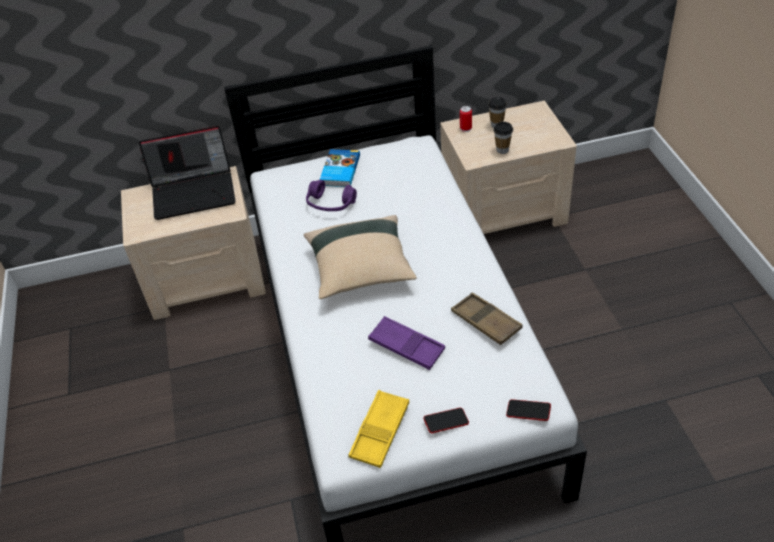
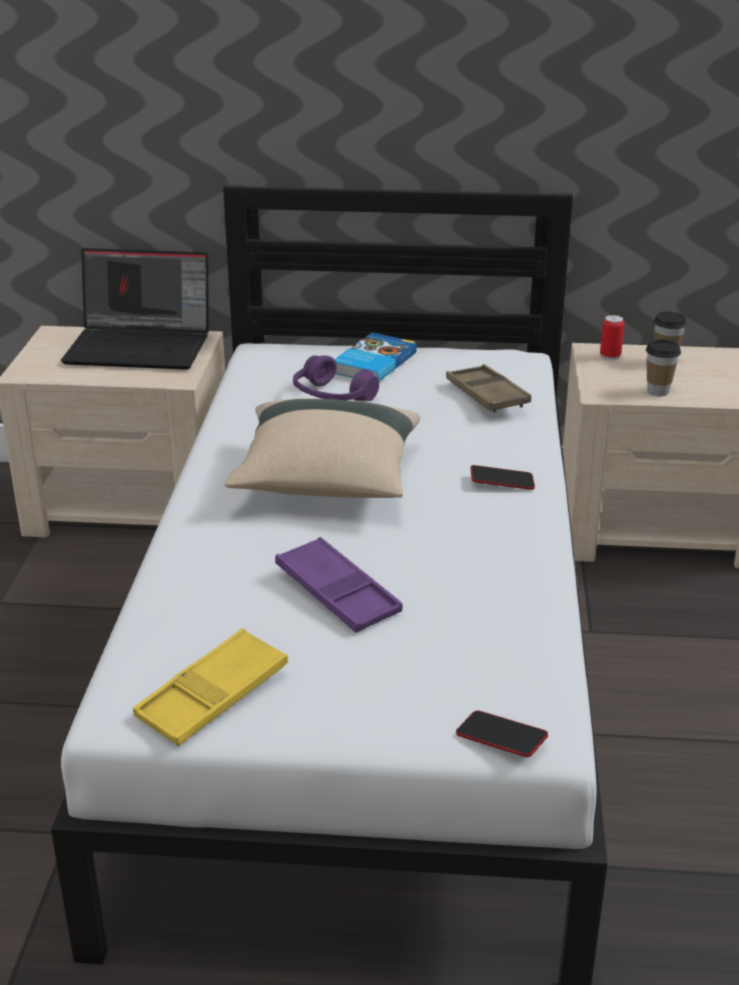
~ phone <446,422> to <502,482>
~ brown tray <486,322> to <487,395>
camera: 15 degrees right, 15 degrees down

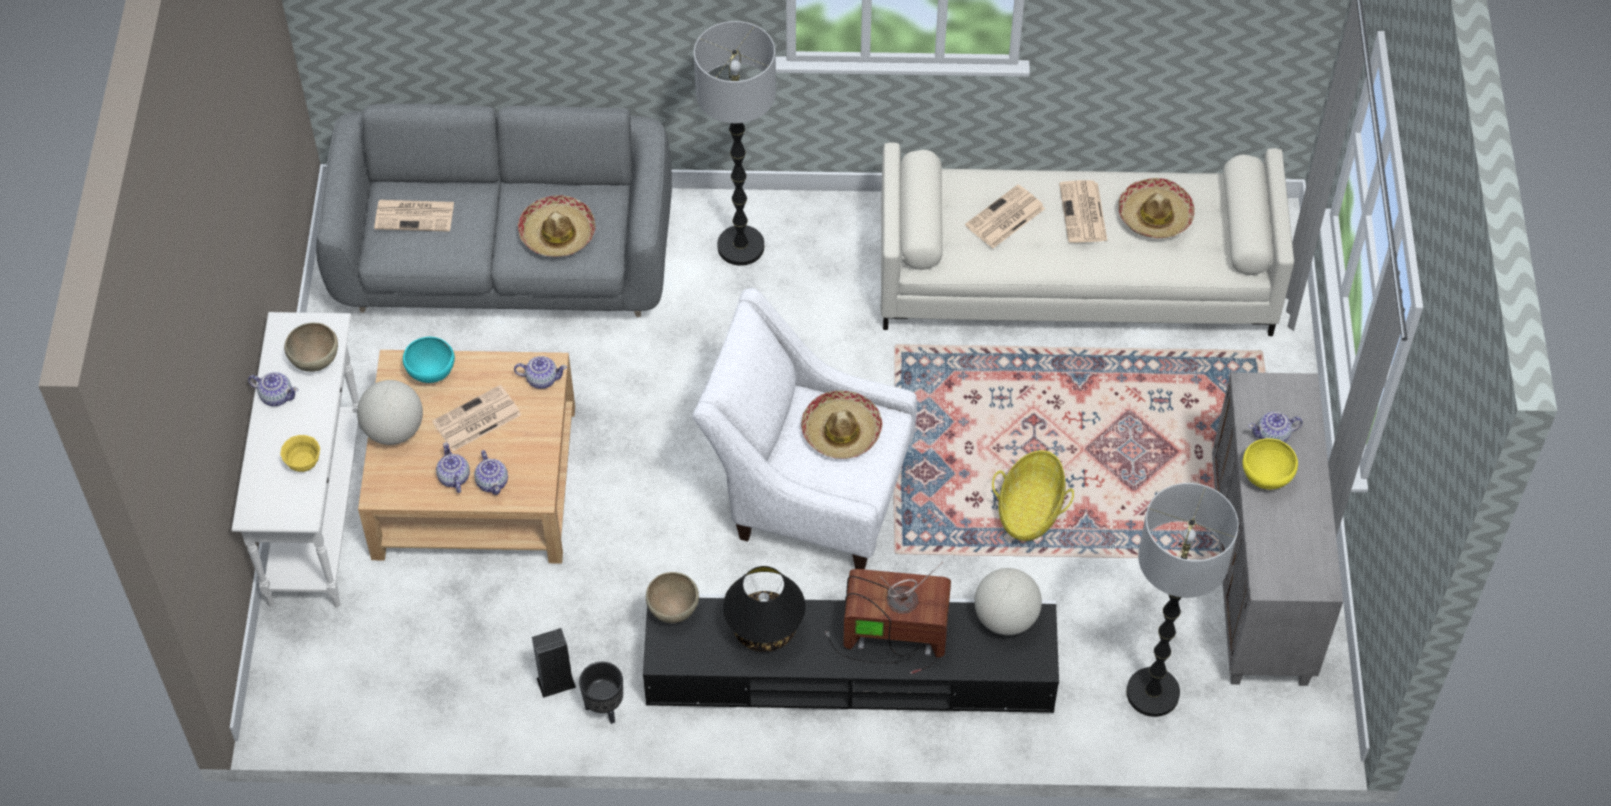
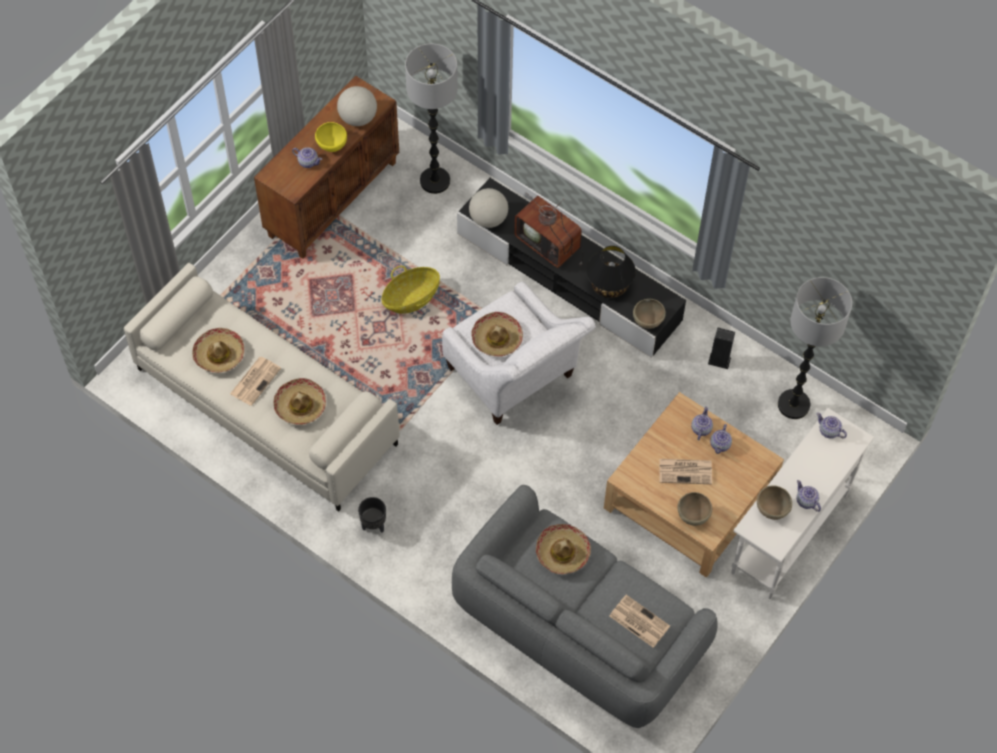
- yellow bowl <303,463>
~ globe <394,430> to <358,118>
~ turquoise bowl <431,374> to brown bowl <693,516>
~ teapot <541,379> to <829,431>
~ black planter <605,708> to <373,525>
~ floor lamp <740,247> to <794,405>
~ newspaper <1004,218> to hat <300,405>
~ grey cabinet <1261,578> to brown cabinet <332,198>
camera: 145 degrees left, 5 degrees up

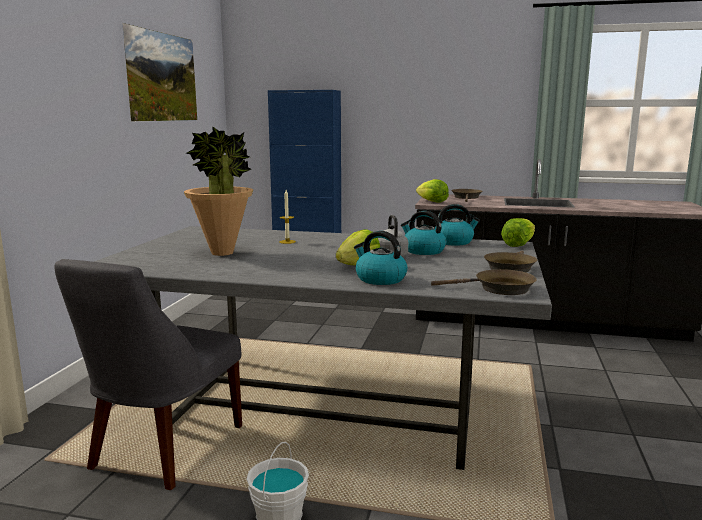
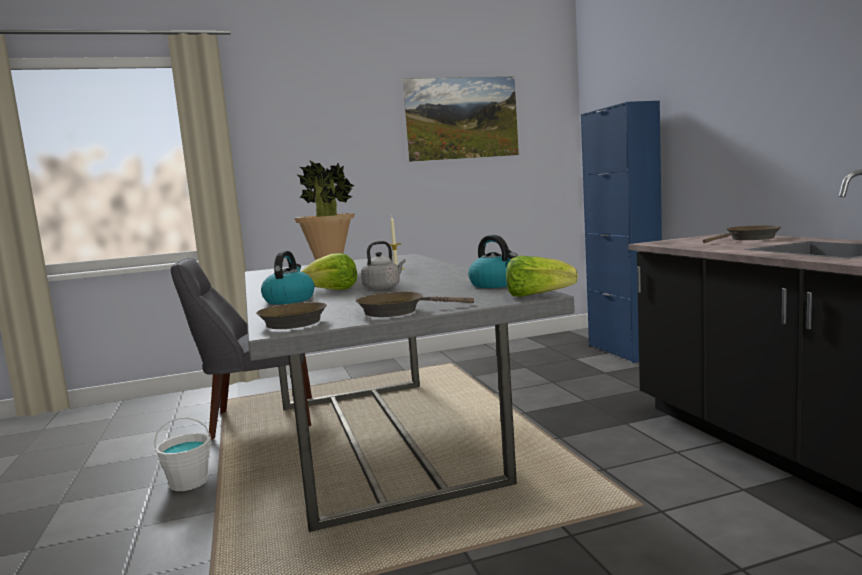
- kettle <423,251>
- lettuce <432,201>
camera: 60 degrees right, 5 degrees down

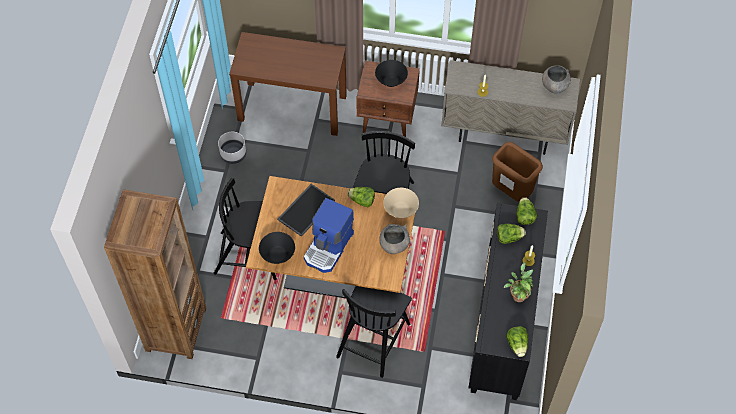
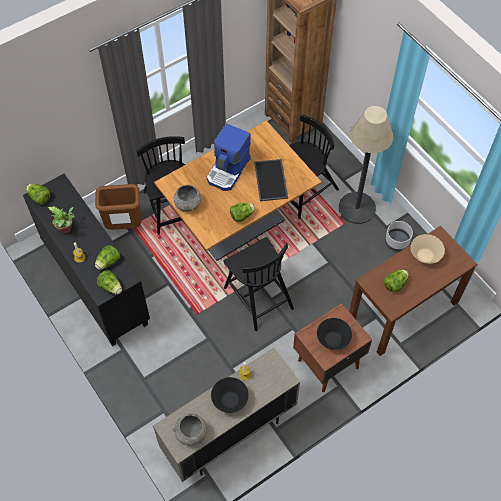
~ black bowl <277,254> to <230,400>
~ coffee machine <329,247> = <229,170> 135 degrees counterclockwise
~ beige bowl <400,210> to <425,255>
~ brown trash can <511,192> to <124,226>
+ floor lamp <357,208>
+ lettuce <395,284>
camera: 135 degrees right, 0 degrees up

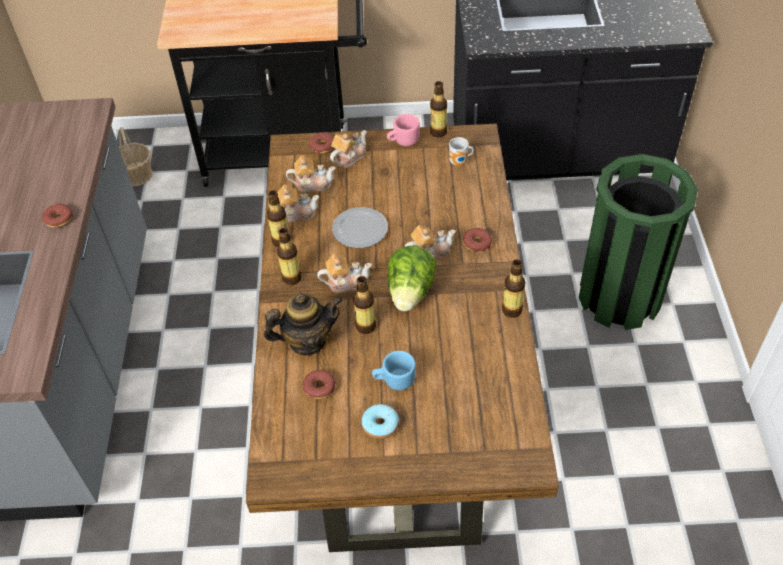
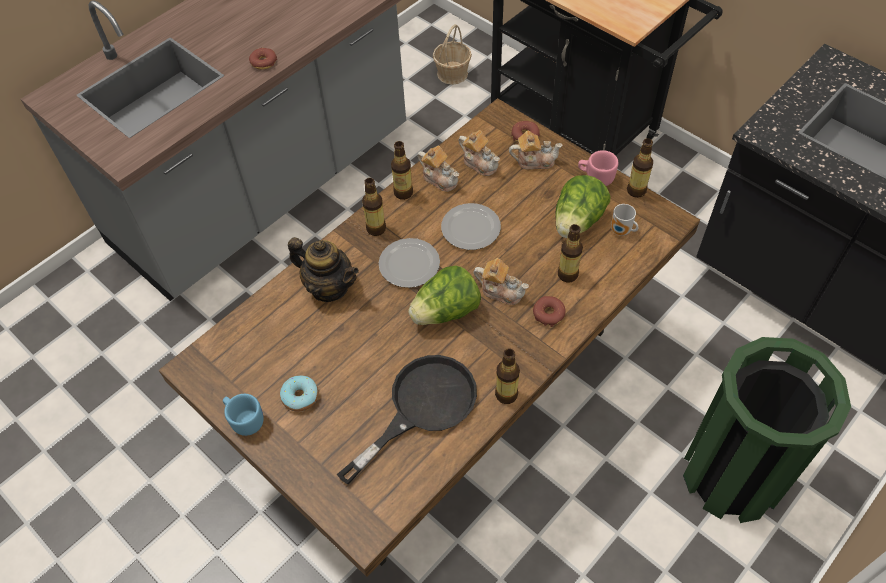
- donut <319,387>
~ teapot <346,282> to plate <409,263>
~ bottle <365,326> to <567,274>
~ blue mug <394,380> to <245,419>
+ black frying pan <422,407>
+ lettuce <577,222>
camera: 45 degrees right, 5 degrees up

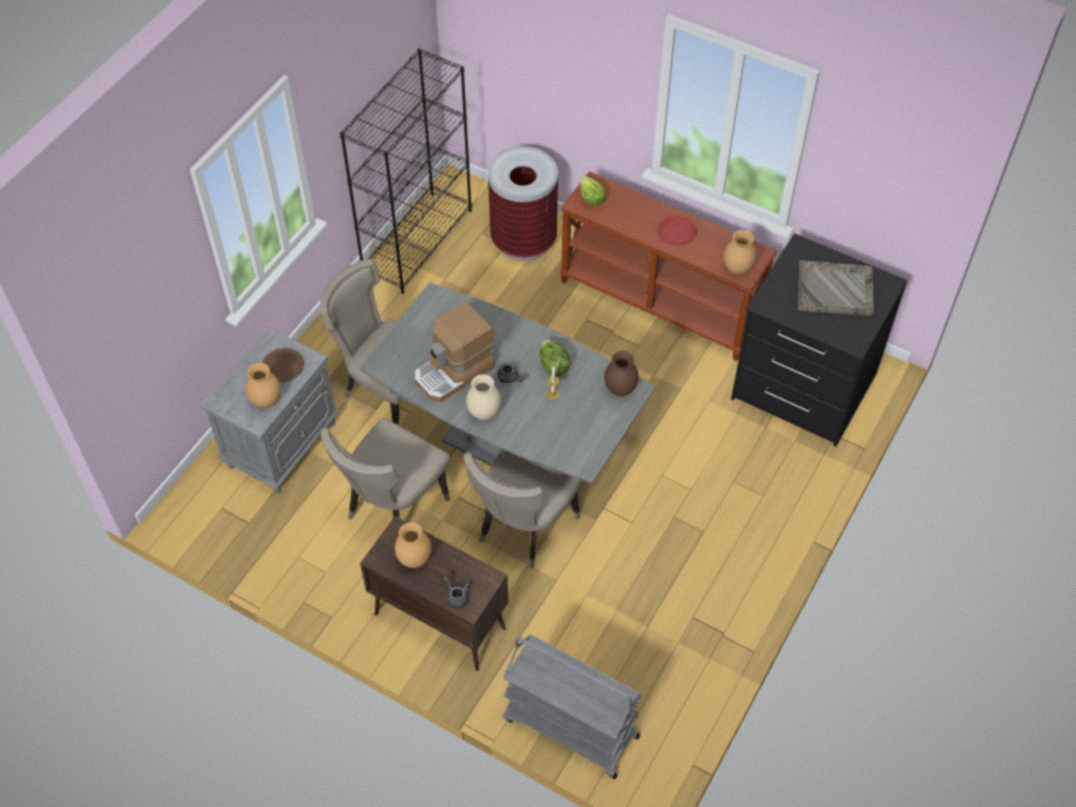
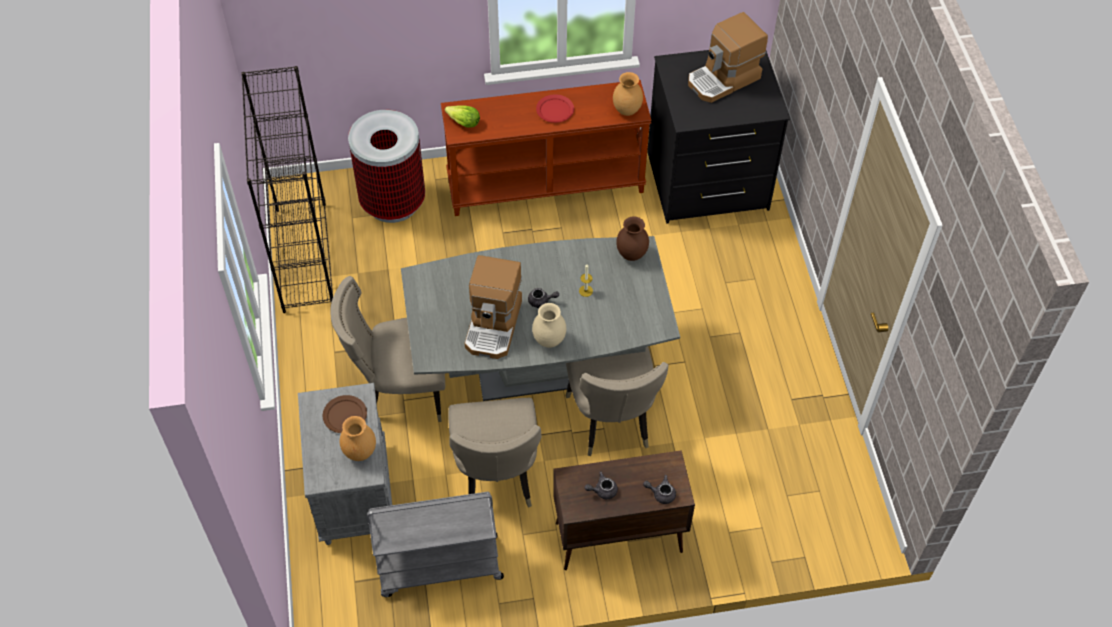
~ brown vase <414,559> to grey teapot <602,490>
~ grey cart <569,727> to <439,567>
- lettuce <553,365>
~ grey tray <836,290> to coffee machine <724,80>
camera: 40 degrees left, 0 degrees up

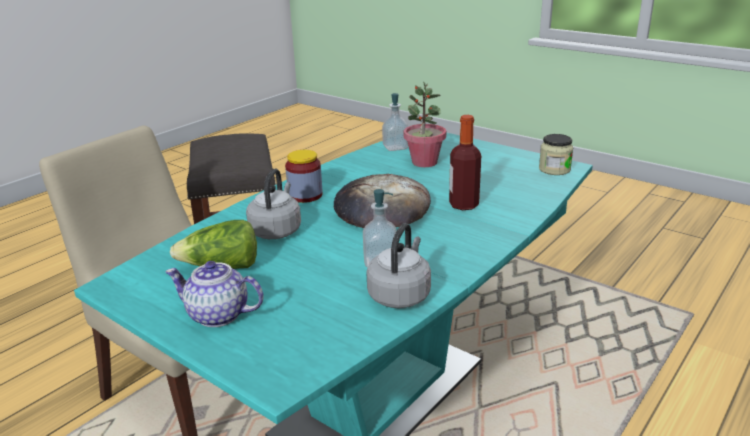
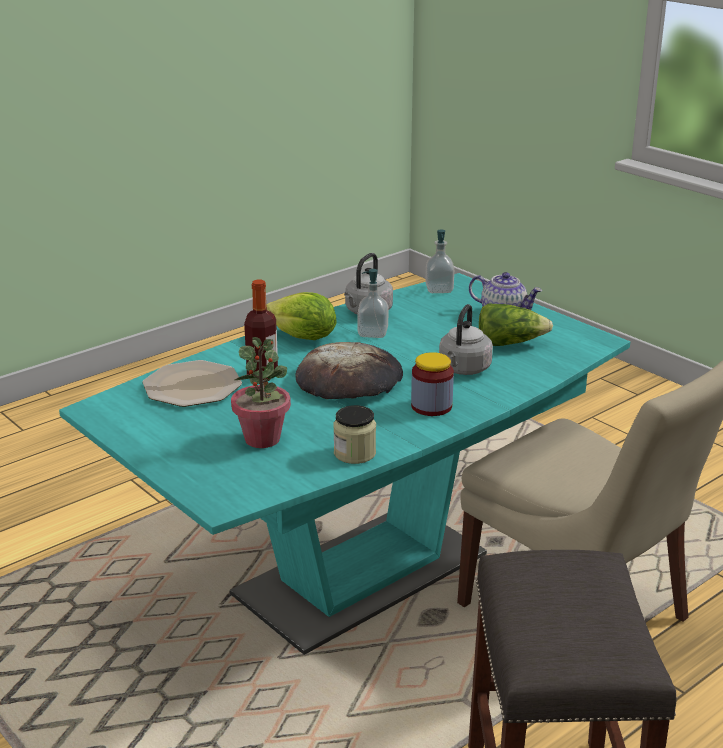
~ soap dispenser <395,147> to <439,289>
~ jar <554,169> to <354,453>
+ plate <193,386>
+ lettuce <303,338>
camera: 170 degrees left, 0 degrees up

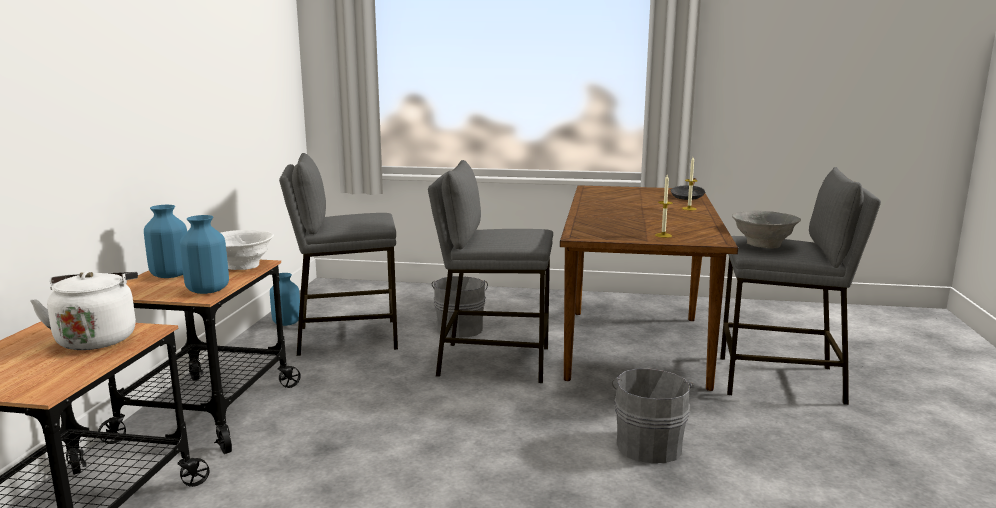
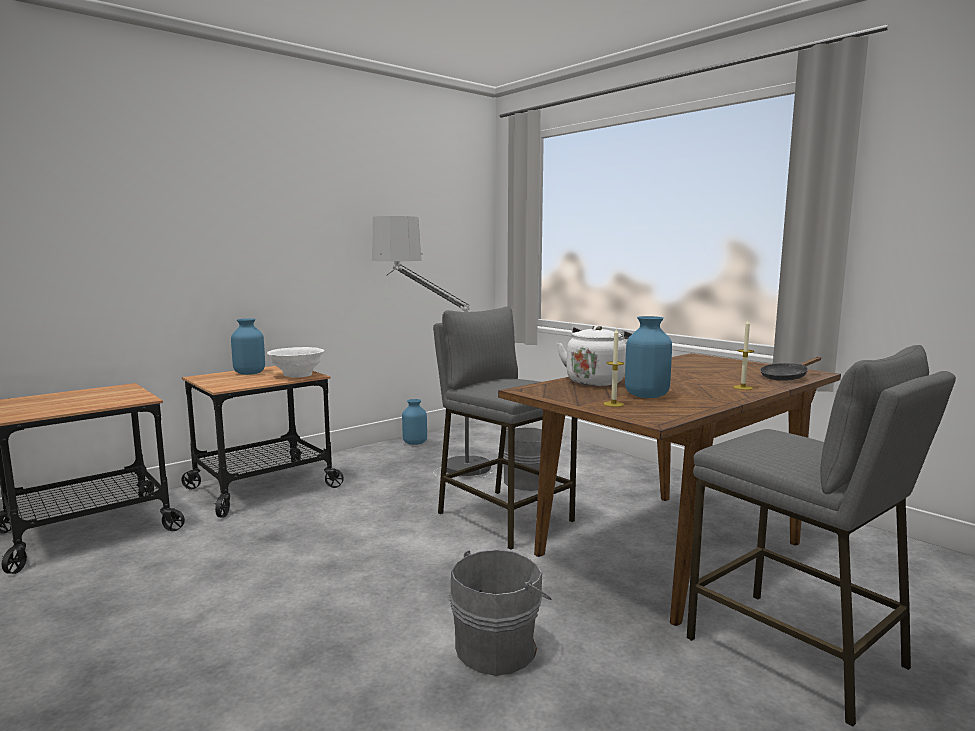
~ white kettle <97,338> to <596,381>
~ blue vase <207,290> to <645,395>
~ grey stool <347,337> to floor lamp <433,464>
- grey bowl <763,245>
camera: 40 degrees right, 5 degrees down

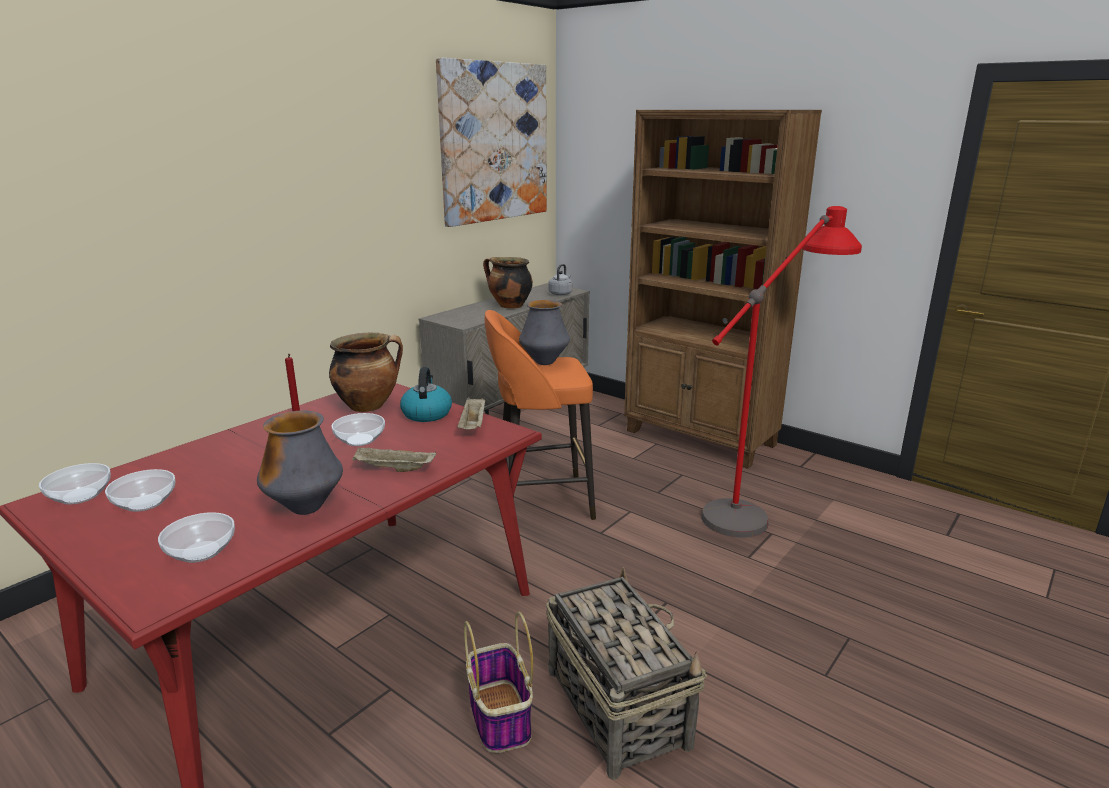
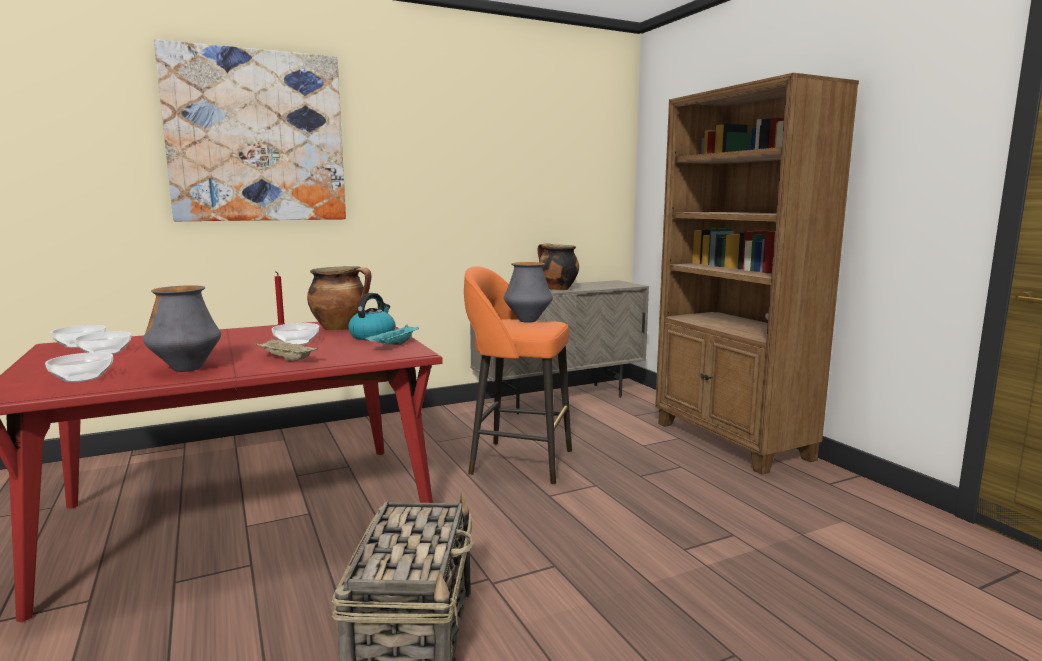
~ picture <494,142> to <257,137>
~ beige tray <473,425> to turquoise tray <394,345>
- basket <499,716>
- grey kettle <561,293>
- red floor lamp <761,503>
camera: 25 degrees right, 10 degrees down

